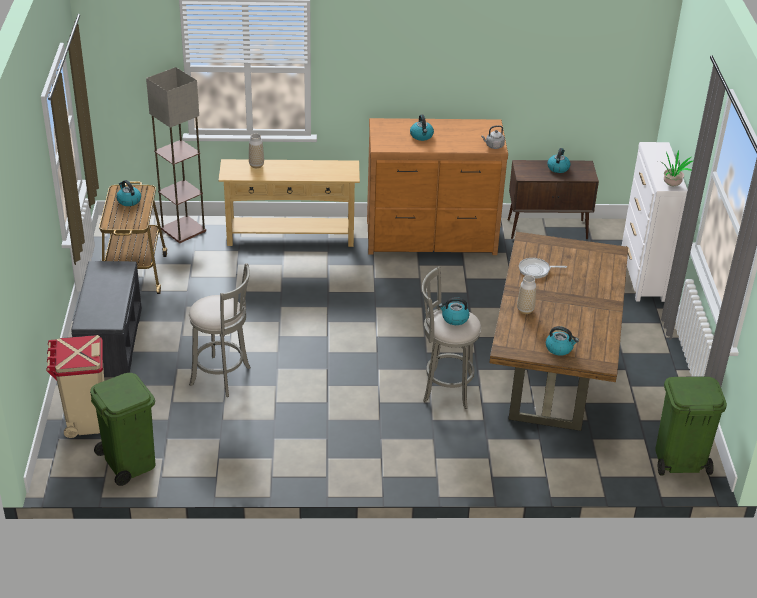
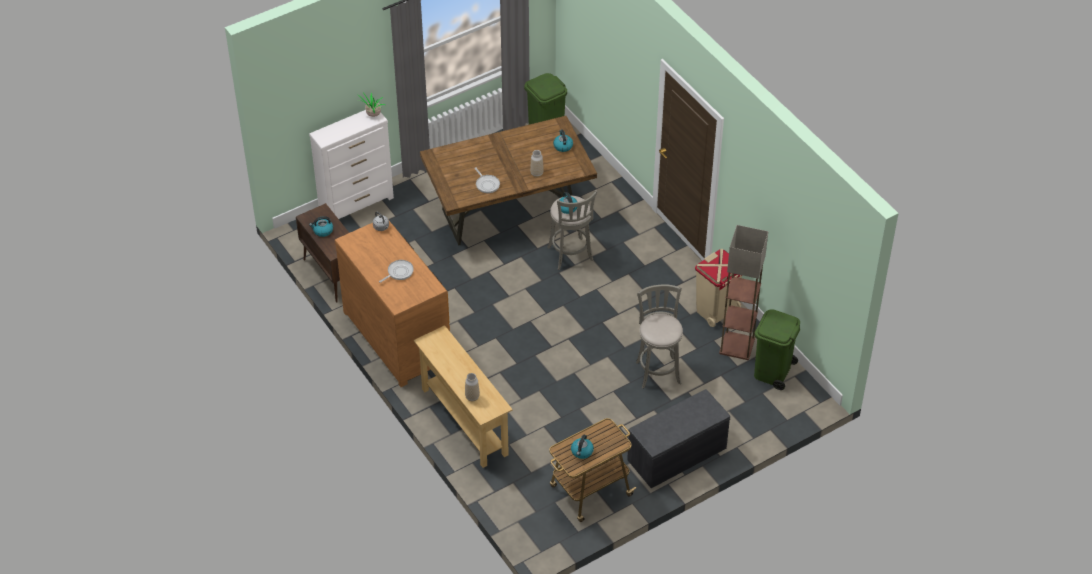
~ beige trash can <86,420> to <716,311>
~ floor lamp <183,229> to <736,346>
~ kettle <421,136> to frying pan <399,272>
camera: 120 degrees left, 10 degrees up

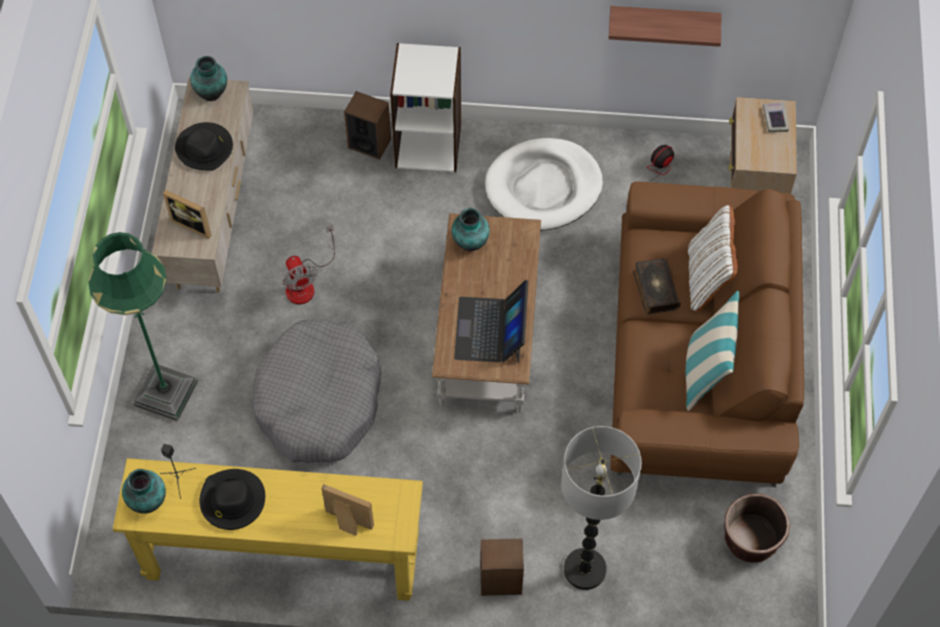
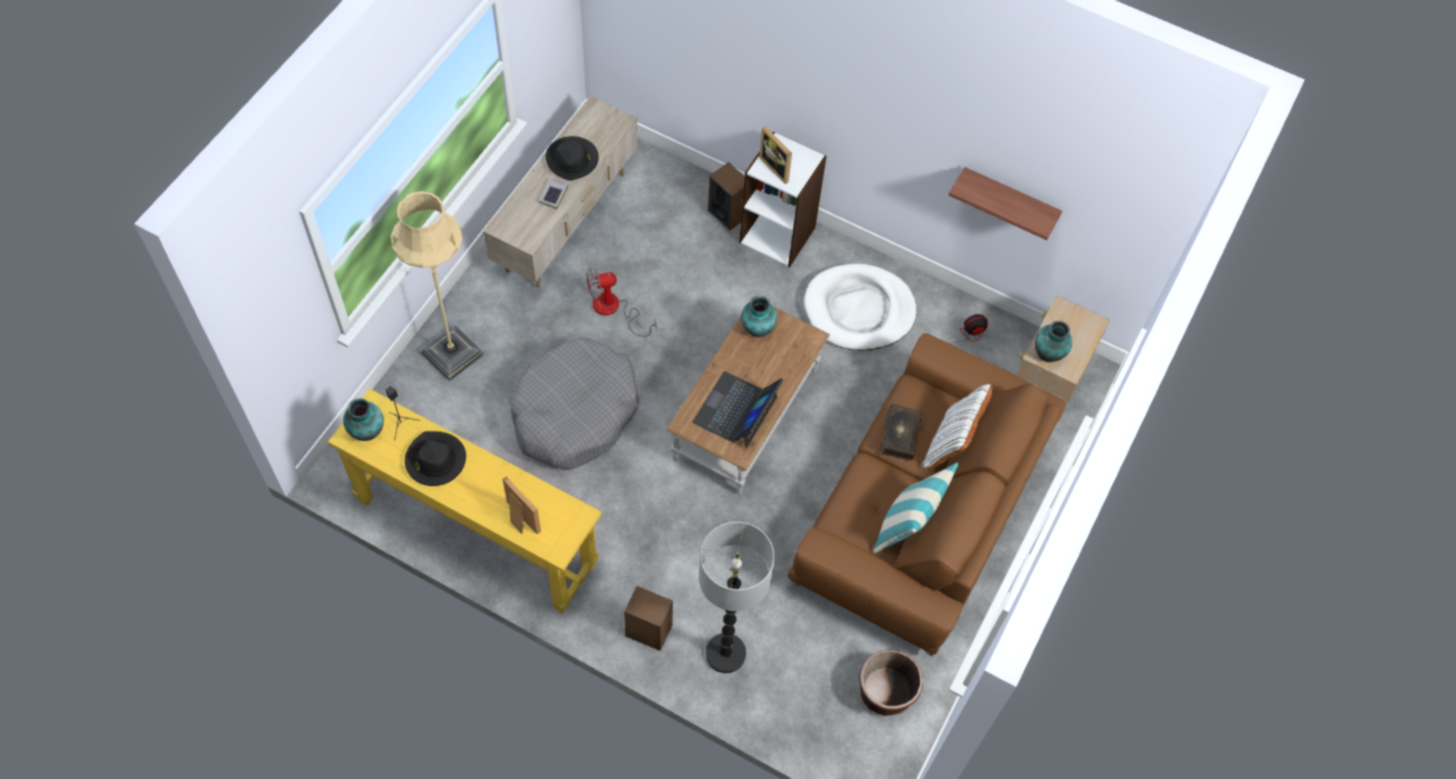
~ green floor lamp <166,393> to beige floor lamp <452,354>
~ picture frame <194,224> to <777,167>
~ vase <212,93> to <1049,354>
~ fan <306,283> = <614,310> 75 degrees clockwise
~ book <775,119> to <554,195>
camera: 20 degrees right, 0 degrees up

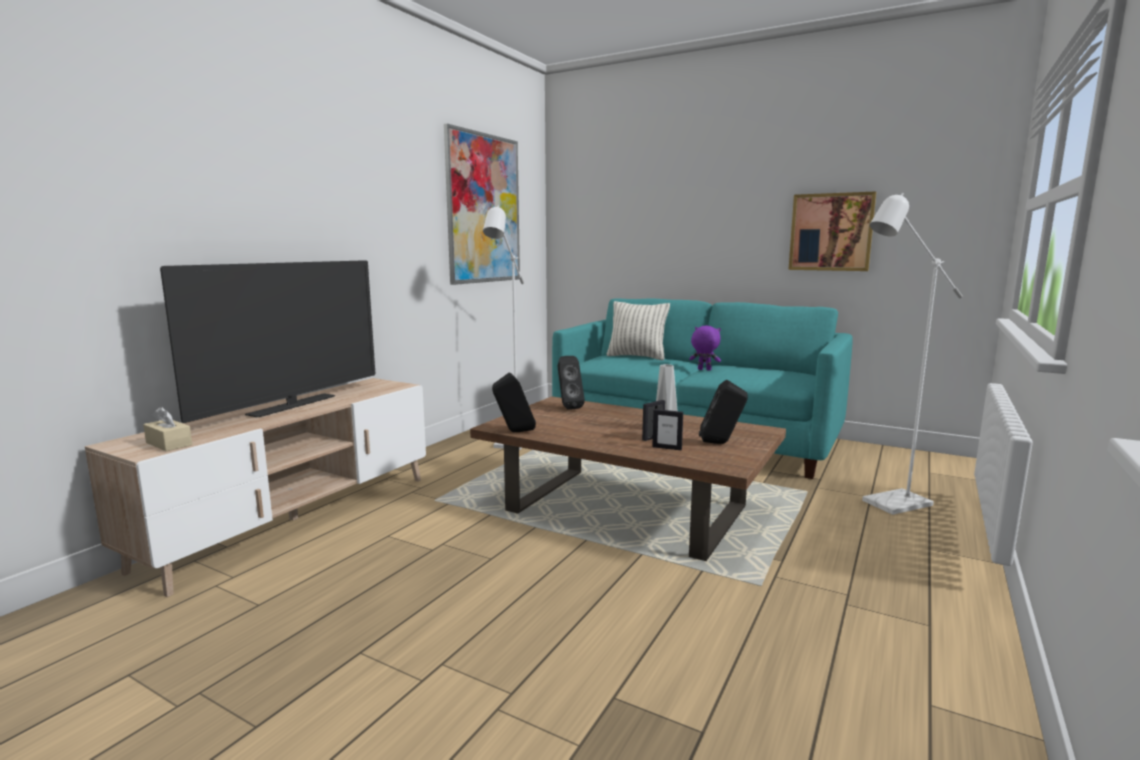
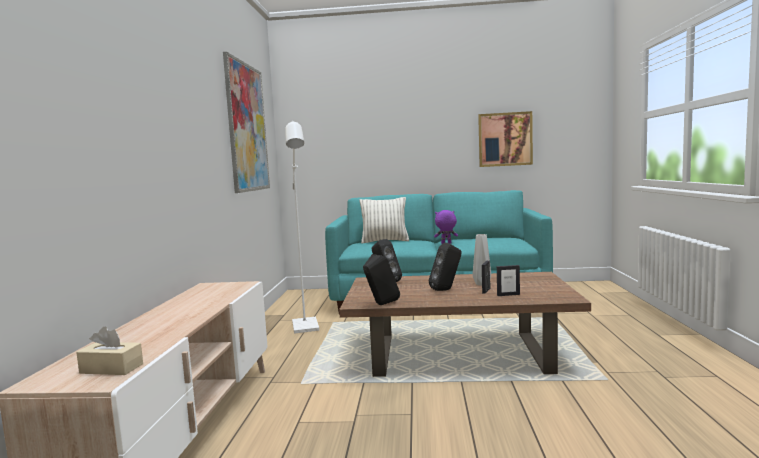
- television <293,405>
~ black speaker <721,443> to <446,290>
- white floor lamp <889,505>
camera: 25 degrees left, 5 degrees down

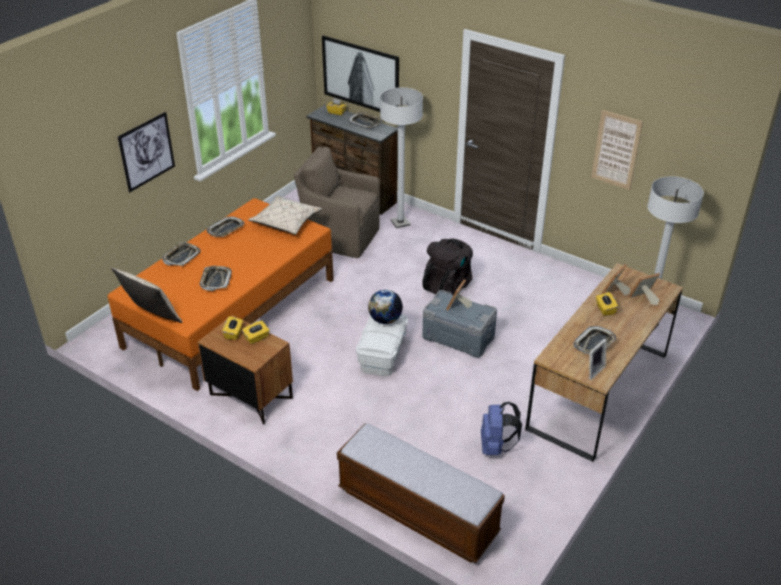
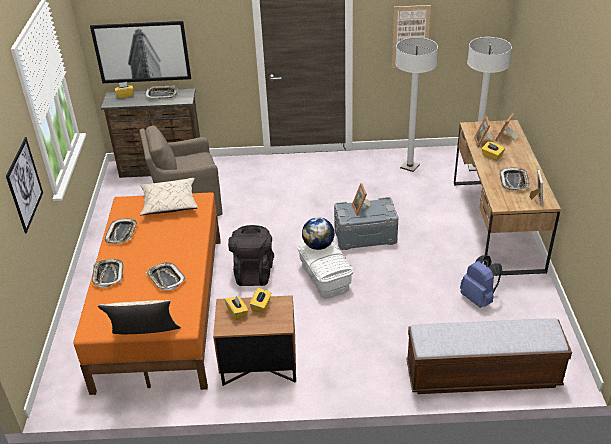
~ white floor lamp <400,223> to <409,166>
~ black backpack <448,286> to <253,272>
camera: 35 degrees left, 0 degrees up

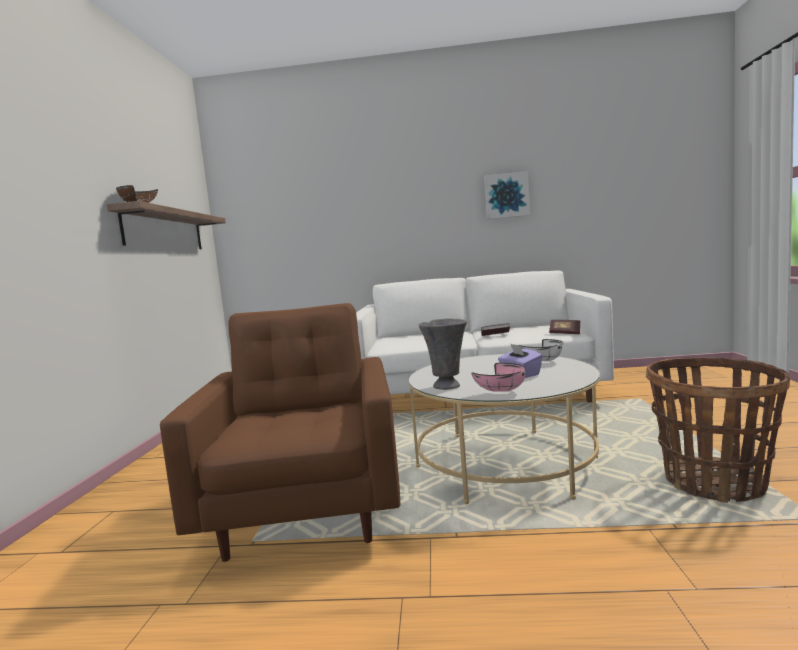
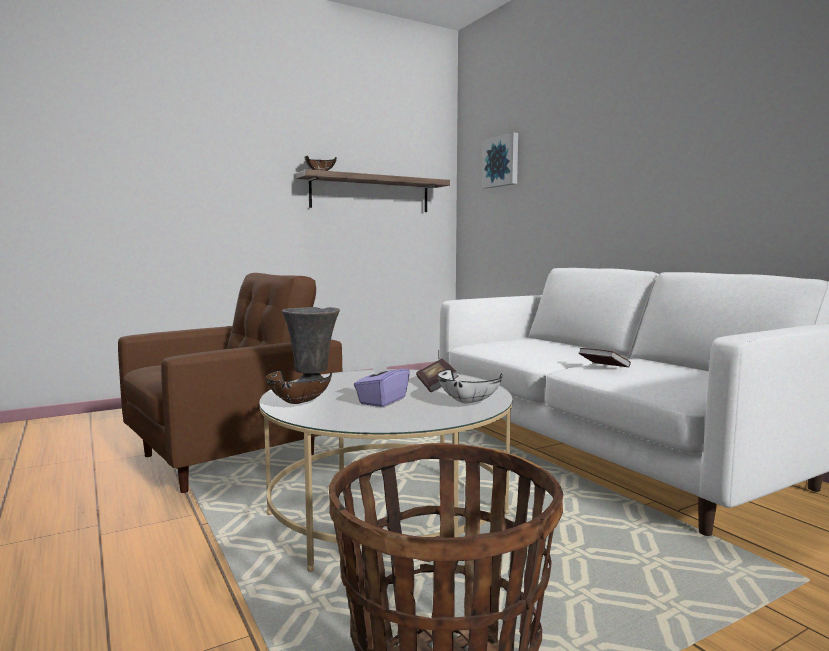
~ pink bowl <504,391> to brown bowl <298,403>
~ picture <506,196> to <502,161>
~ book <565,333> to <436,386>
camera: 55 degrees right, 0 degrees up

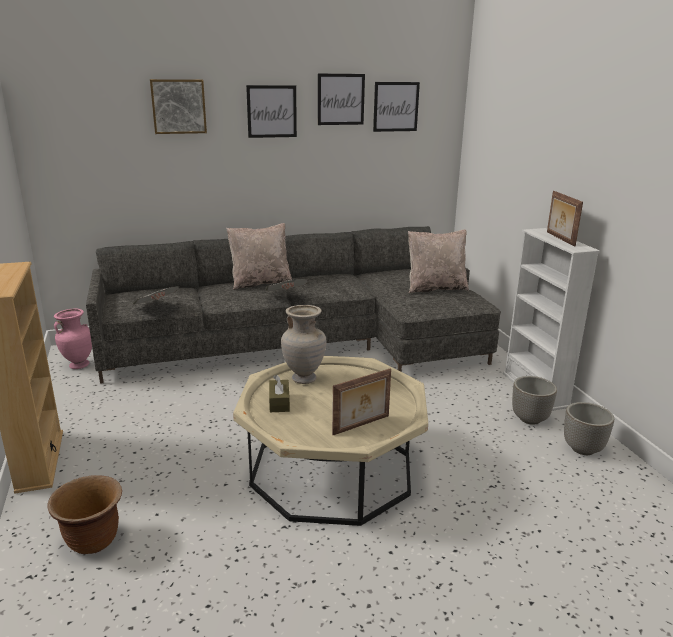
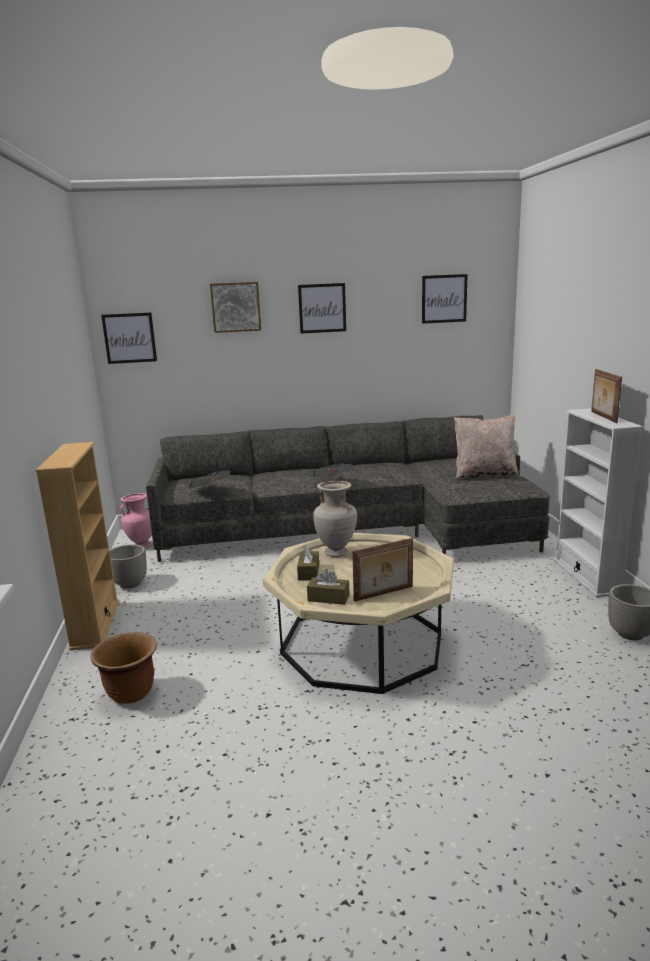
- beige pillow <260,283>
~ picture <340,99> to <129,338>
~ planter <530,419> to <130,584>
+ brown tissue box <328,598>
camera: 10 degrees right, 5 degrees down

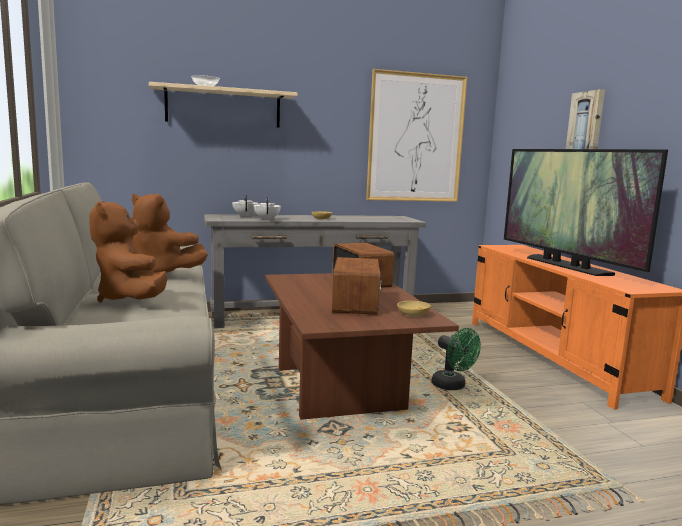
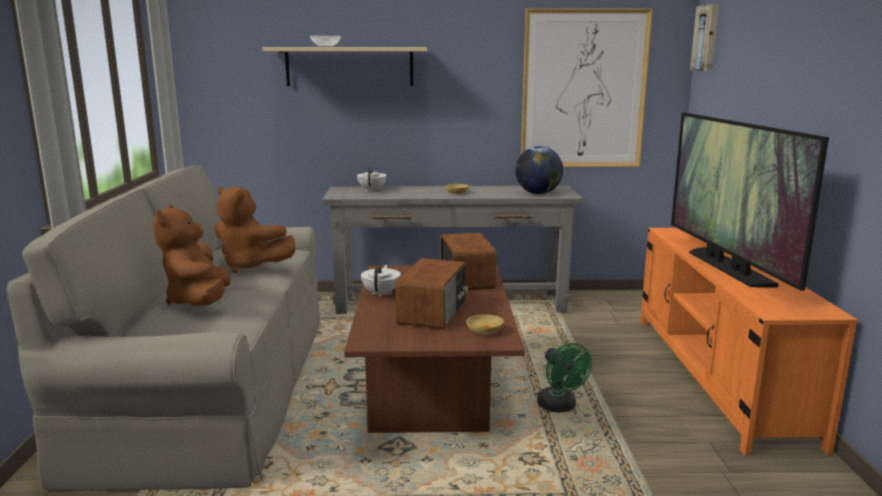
~ white teapot <267,219> to <381,293>
~ picture <586,122> to <707,38>
+ globe <538,193>
camera: 15 degrees right, 5 degrees up

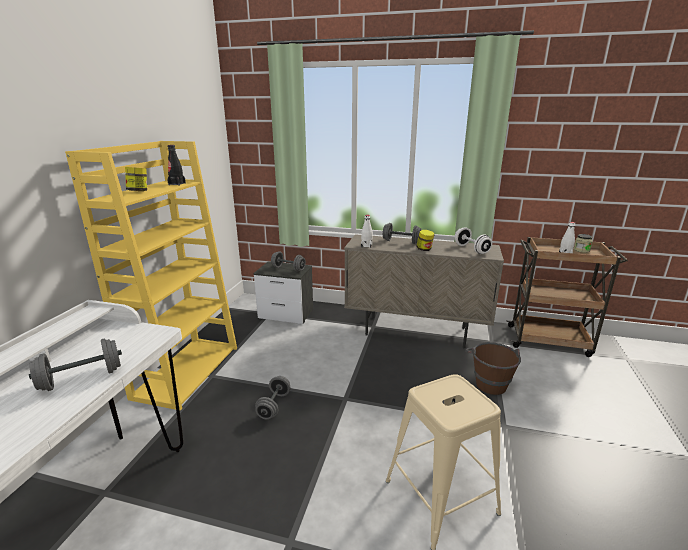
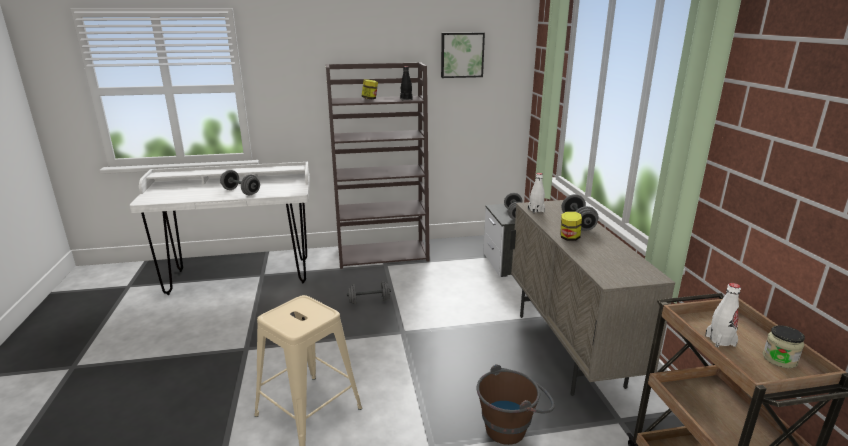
~ yellow bookcase <187,370> to brown bookcase <383,254>
- white dumbbell <471,249>
+ picture <462,55>
camera: 65 degrees right, 0 degrees up

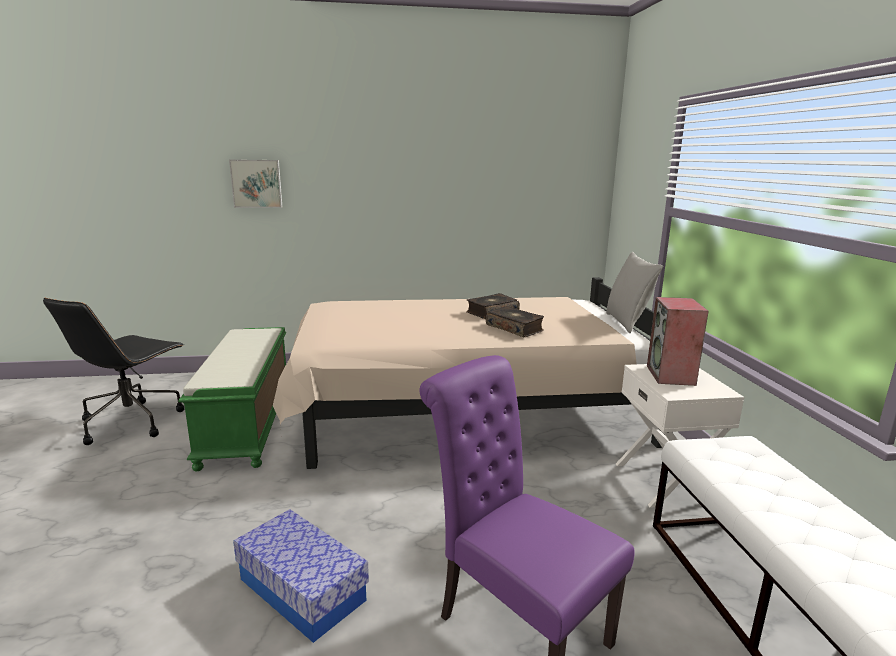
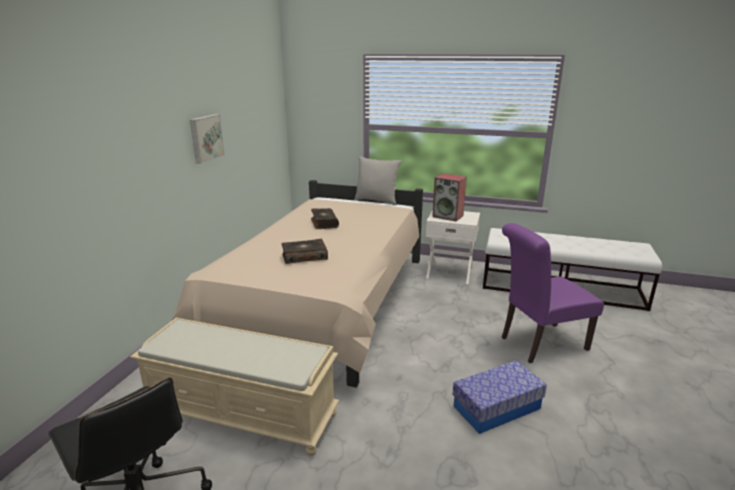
~ green bench <249,423> to beige bench <243,413>
~ picture <256,183> to <205,138>
~ book <515,328> to <304,257>
camera: 65 degrees left, 5 degrees up

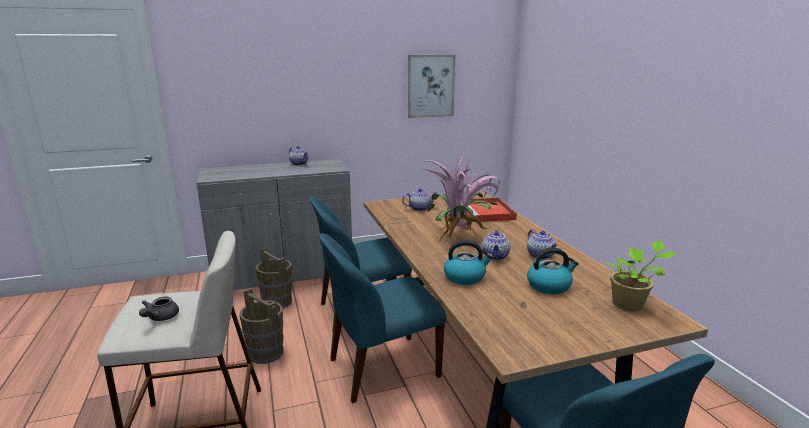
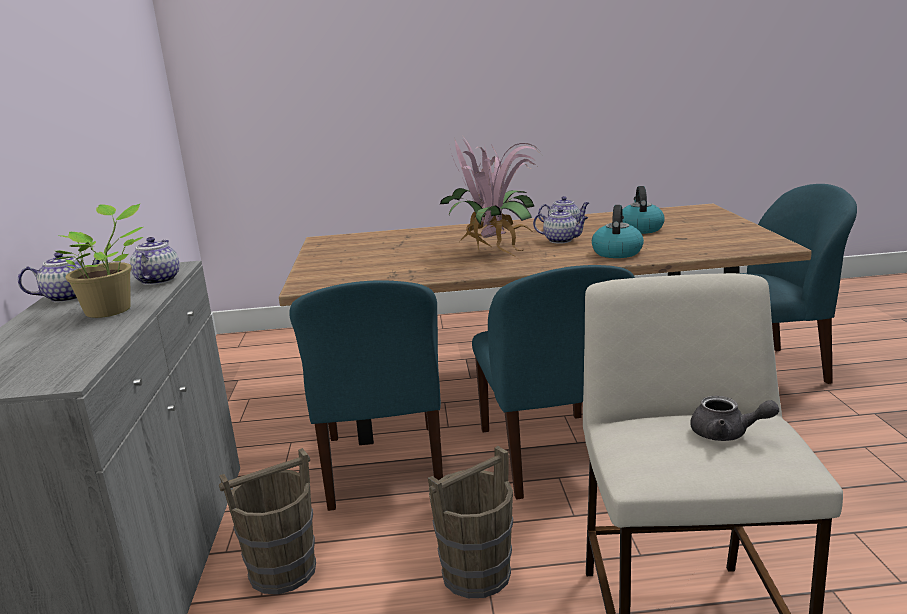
~ teapot <420,208> to <158,280>
- picture <430,86>
- red tray <489,212>
~ potted plant <630,305> to <112,310>
camera: 75 degrees left, 0 degrees up

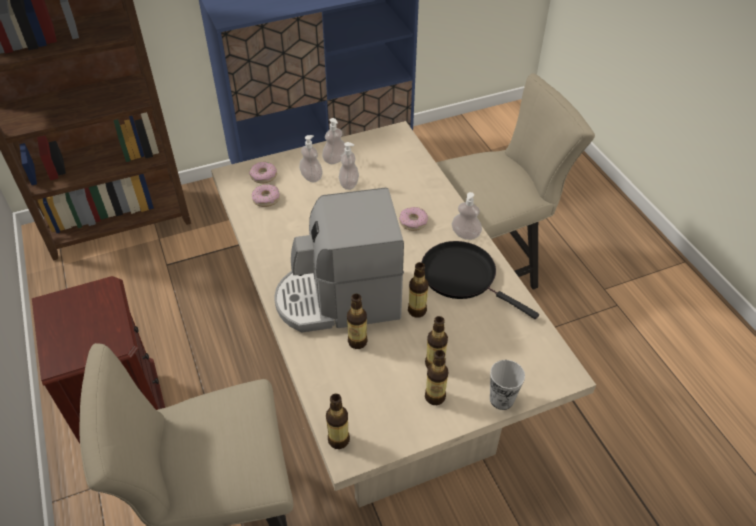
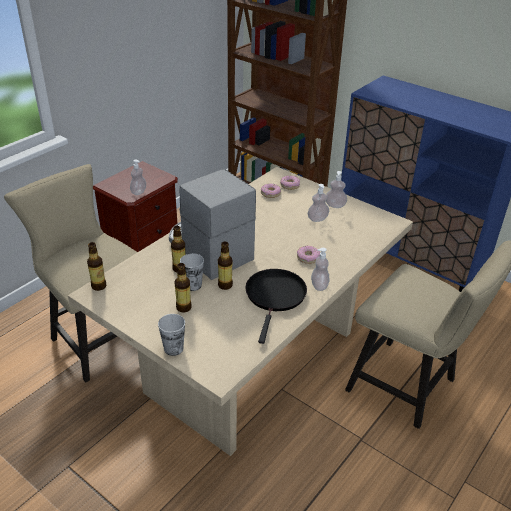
~ soap dispenser <311,177> to <138,192>
- bottle <435,397>
+ cup <193,285>
camera: 60 degrees right, 10 degrees down

